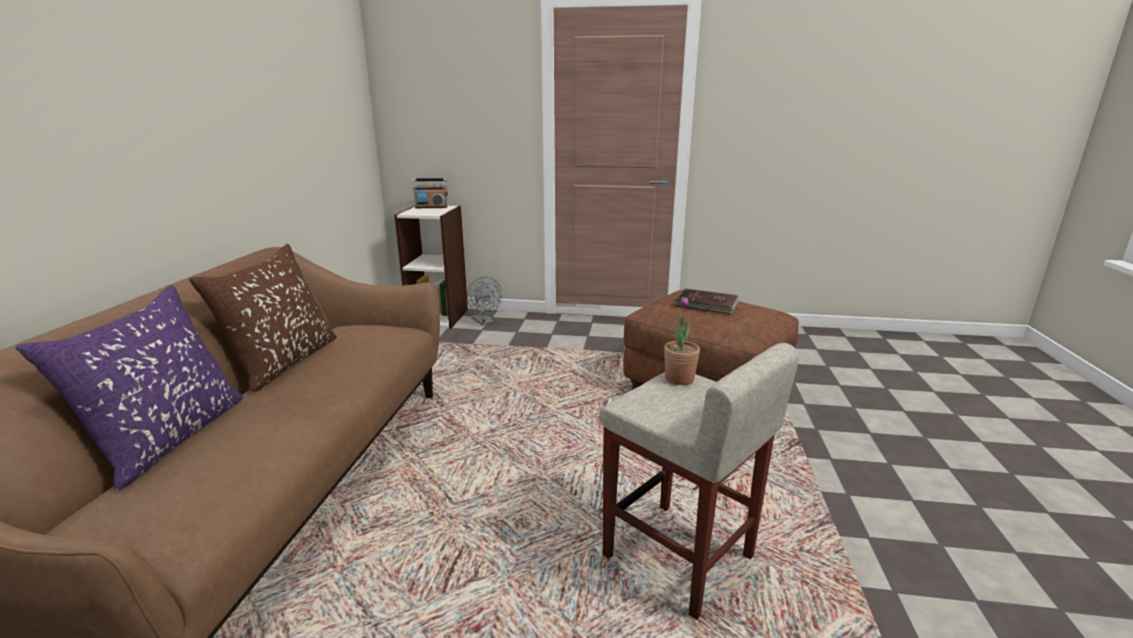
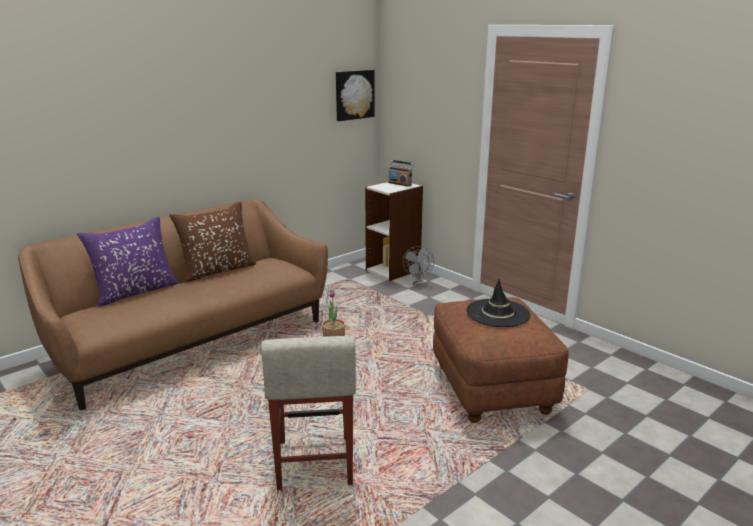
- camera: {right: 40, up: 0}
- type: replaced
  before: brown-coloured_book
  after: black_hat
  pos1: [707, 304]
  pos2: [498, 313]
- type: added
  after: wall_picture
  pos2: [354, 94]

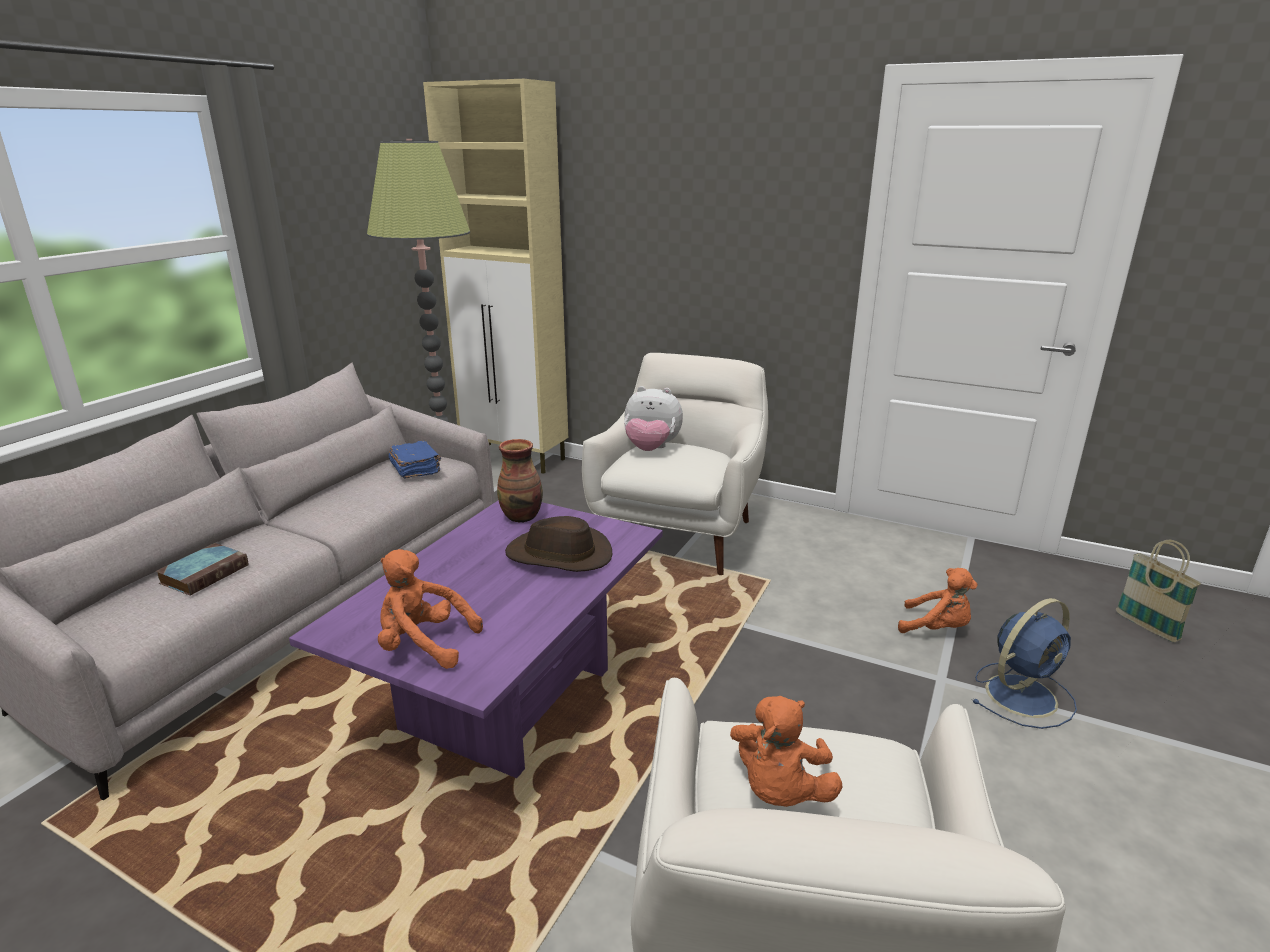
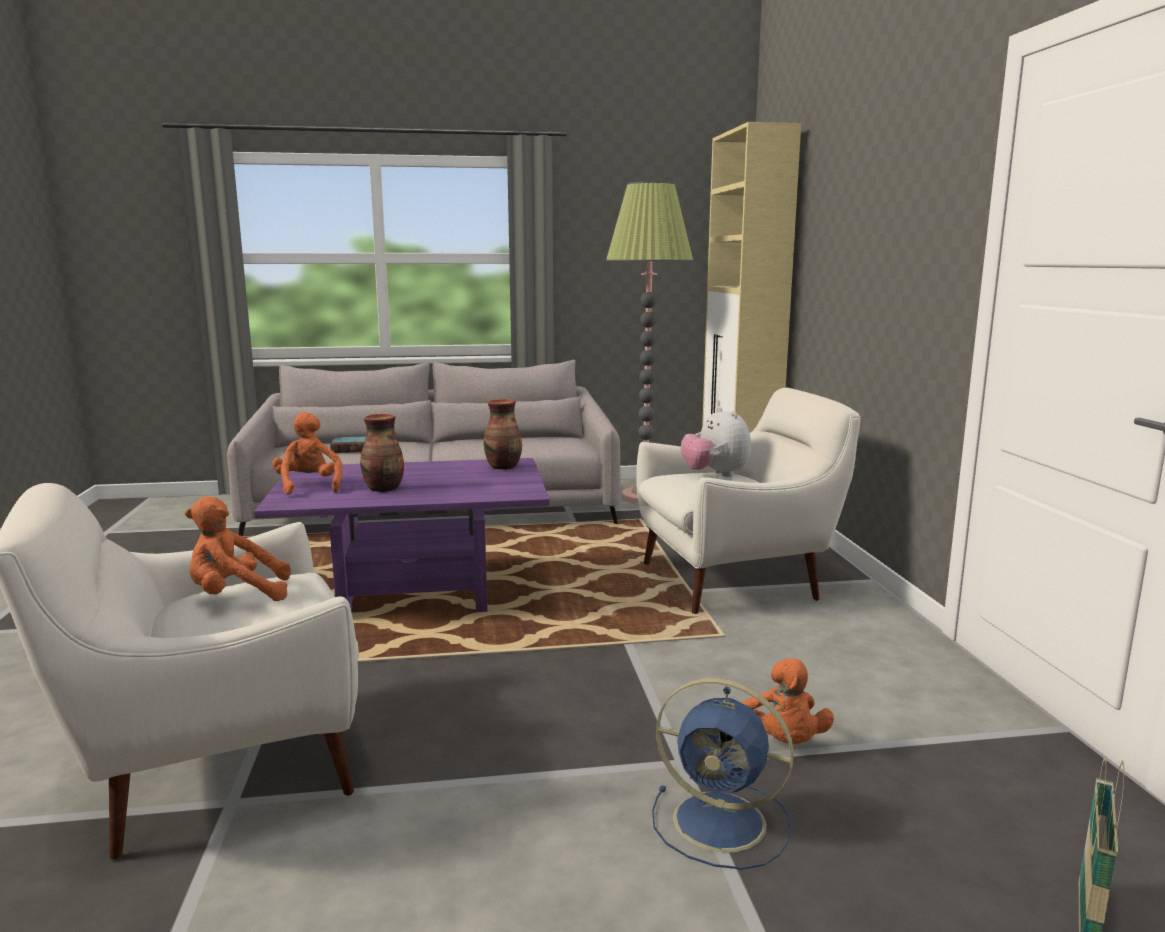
- camera: {right: 55, up: -10}
- type: removed
  before: blue-coloured_book
  pos1: [416, 469]
- type: removed
  before: brown-coloured_hat
  pos1: [559, 555]
- type: added
  after: decorative_vase
  pos2: [384, 489]

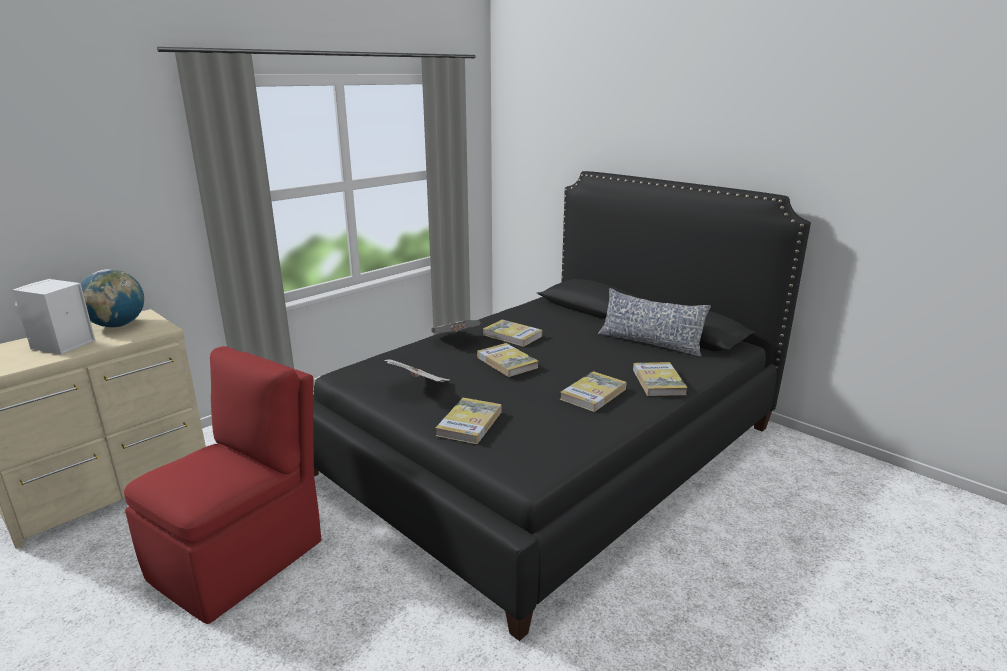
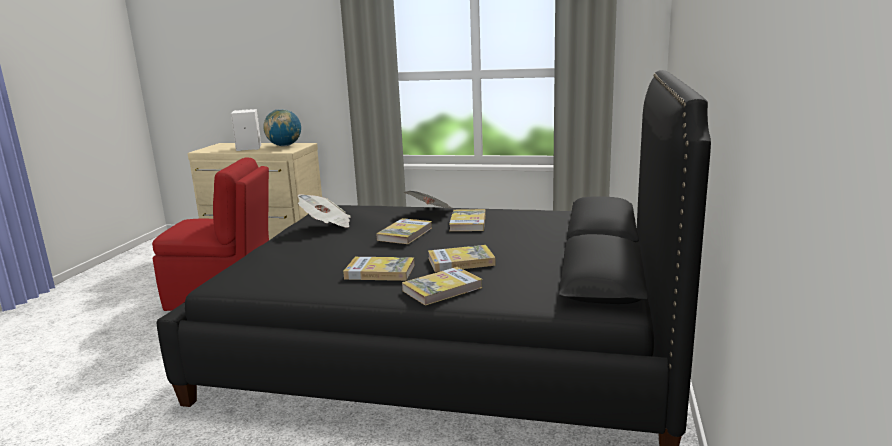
- camera: {right: 60, up: -5}
- type: removed
  before: cushion
  pos1: [650, 342]
- type: moved
  before: book
  pos1: [469, 423]
  pos2: [461, 261]

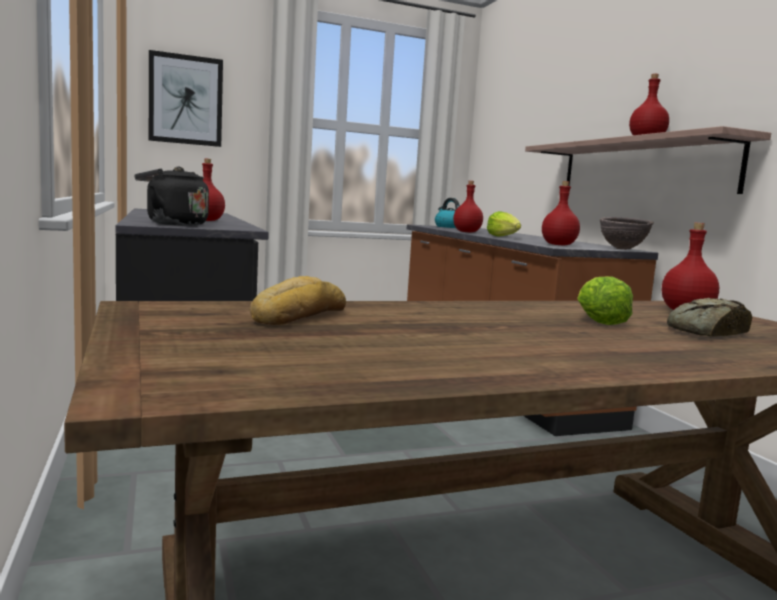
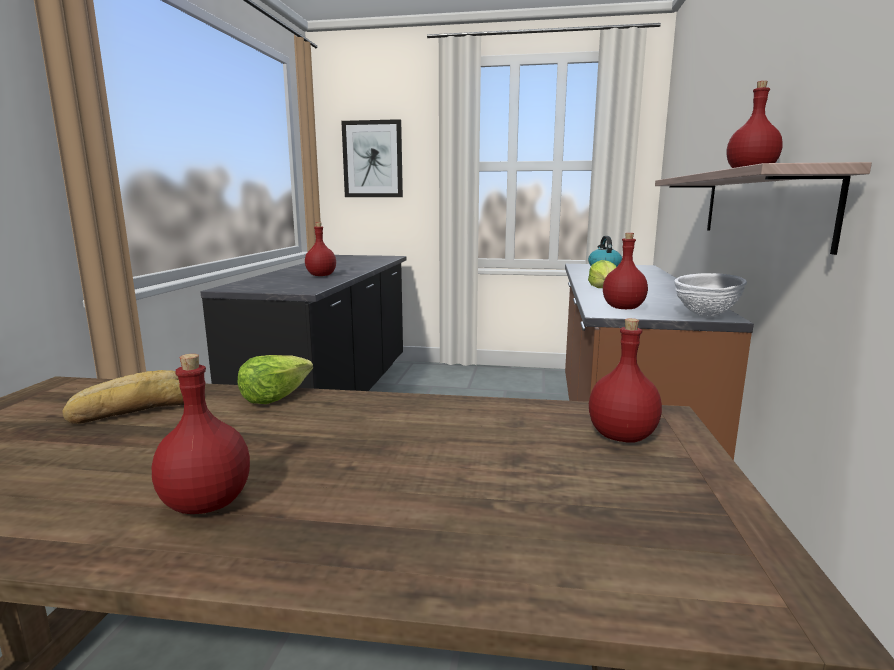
- camera: {right: 30, up: 5}
- type: removed
  before: black_tea_kettle
  pos1: [173, 224]
- type: moved
  before: red_beverage_bottle
  pos1: [466, 232]
  pos2: [208, 502]
- type: recoloured
  before: brown-coloured_deep_dish
  after: whitish_deep_dish
  pos1: [622, 249]
  pos2: [705, 316]
- type: moved
  before: lettuce
  pos1: [598, 320]
  pos2: [275, 397]
- type: removed
  before: bread
  pos1: [705, 332]

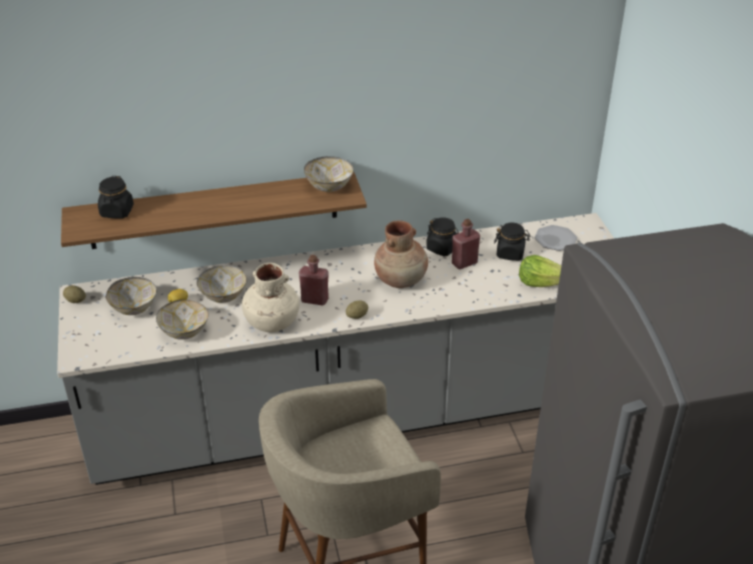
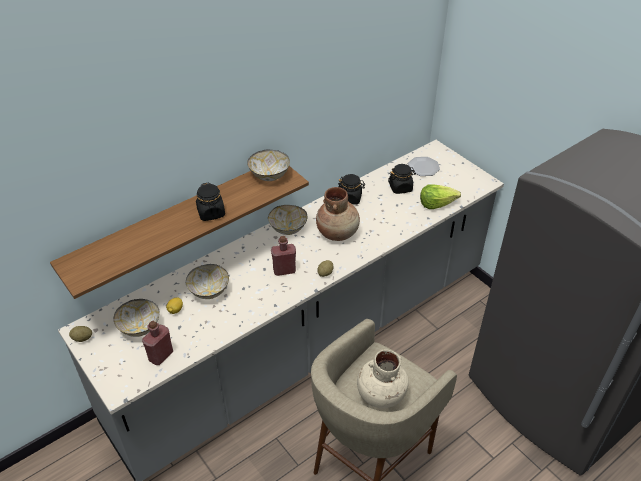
- camera: {right: -25, up: 5}
- type: moved
  before: black_preserve_jar
  pos1: [117, 212]
  pos2: [211, 213]
- type: moved
  before: red_beverage_bottle
  pos1: [464, 263]
  pos2: [161, 355]
- type: moved
  before: beige_decorative_vase
  pos1: [271, 322]
  pos2: [380, 394]
- type: moved
  before: deep_dish
  pos1: [185, 332]
  pos2: [288, 229]

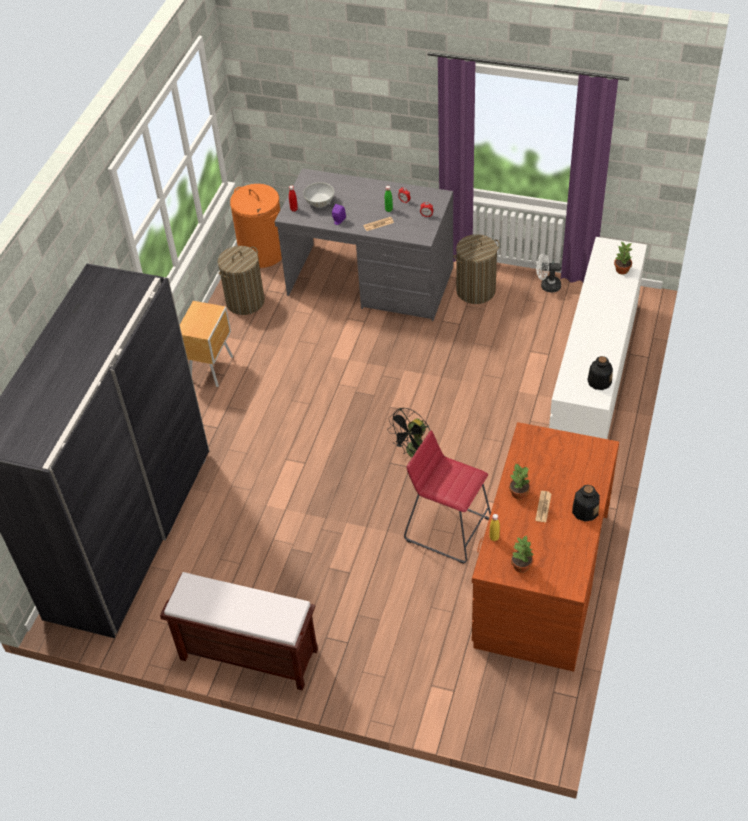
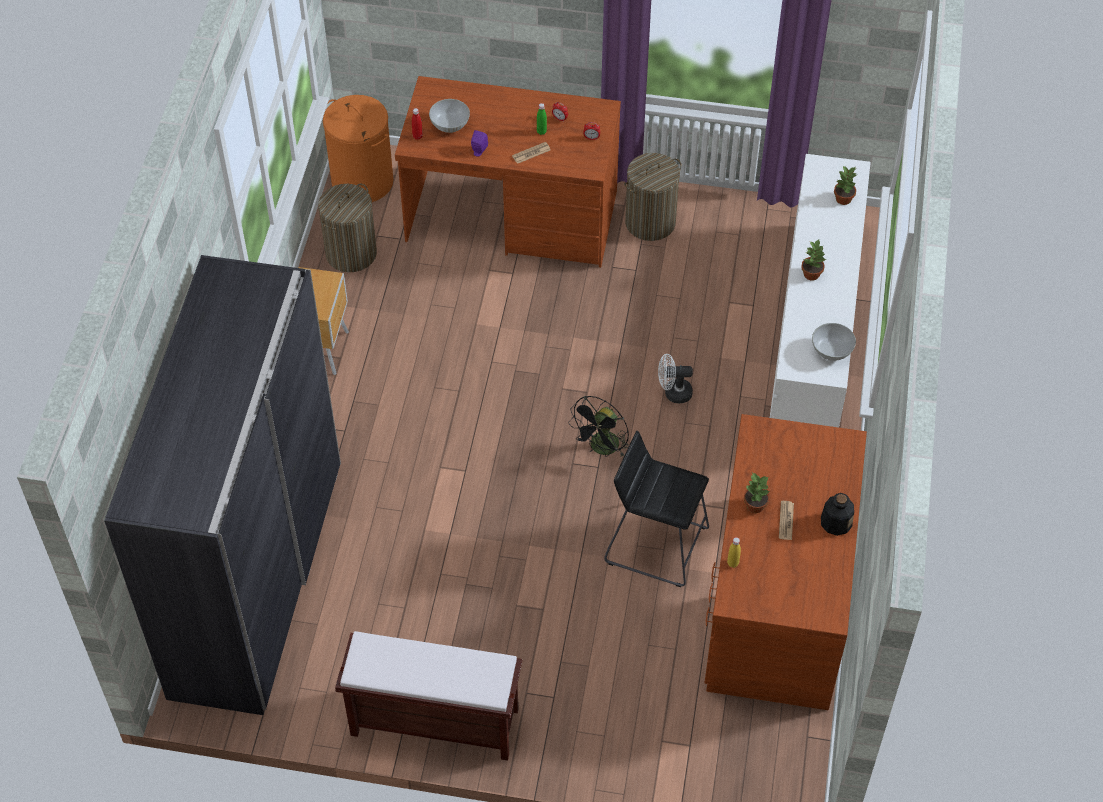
- camera: {right: -10, up: 5}
- type: recoloured
  before: greyish_desk_unit
  after: brown-coloured_desk_unit
  pos1: [370, 282]
  pos2: [512, 217]
- type: moved
  before: whitish_fan
  pos1: [547, 286]
  pos2: [673, 393]
- type: replaced
  before: beverage_bottle
  after: whitish_deep_dish
  pos1: [599, 381]
  pos2: [831, 351]
- type: recoloured
  before: red_stool_seat
  after: black_stool_seat
  pos1: [448, 529]
  pos2: [656, 544]
- type: moved
  before: plant_in_a_pot
  pos1: [521, 565]
  pos2: [811, 273]

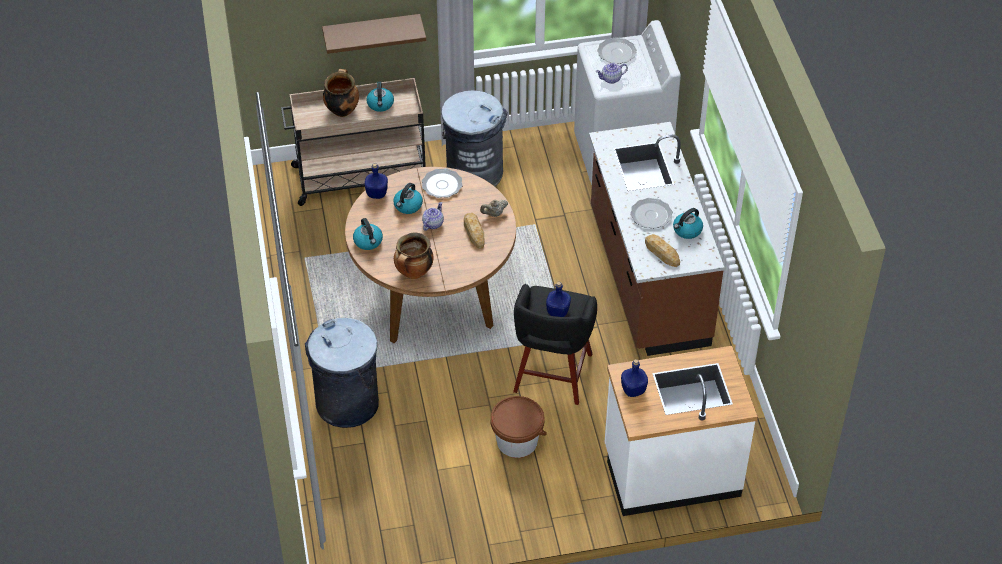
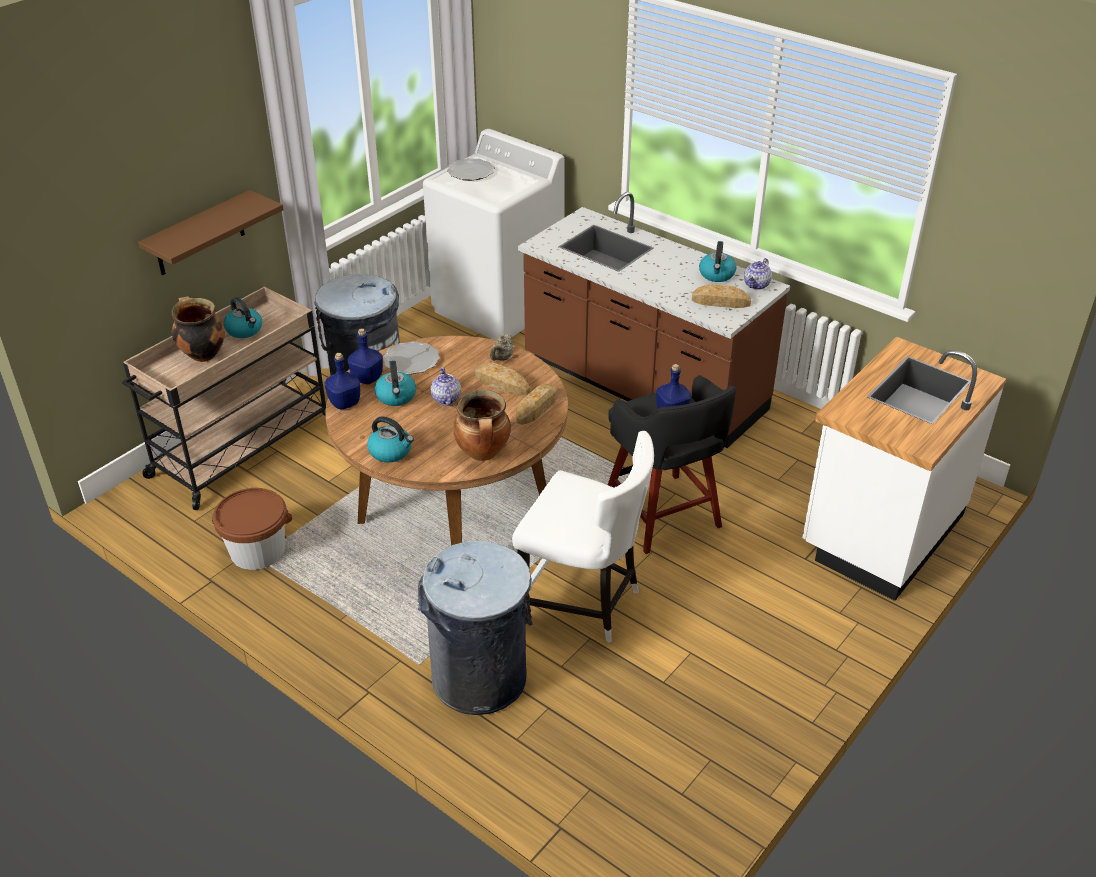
- camera: {right: -40, up: -10}
- type: moved
  before: teapot
  pos1: [611, 79]
  pos2: [757, 285]
- type: removed
  before: dinner_plate
  pos1: [651, 215]
- type: moved
  before: blue-coloured_beverage_bottle
  pos1: [633, 390]
  pos2: [367, 378]
- type: moved
  before: brown-coloured_water_bucket
  pos1: [517, 441]
  pos2: [257, 551]
- type: added
  after: bread
  pos2: [537, 407]
- type: added
  after: whitish_chair
  pos2: [583, 603]

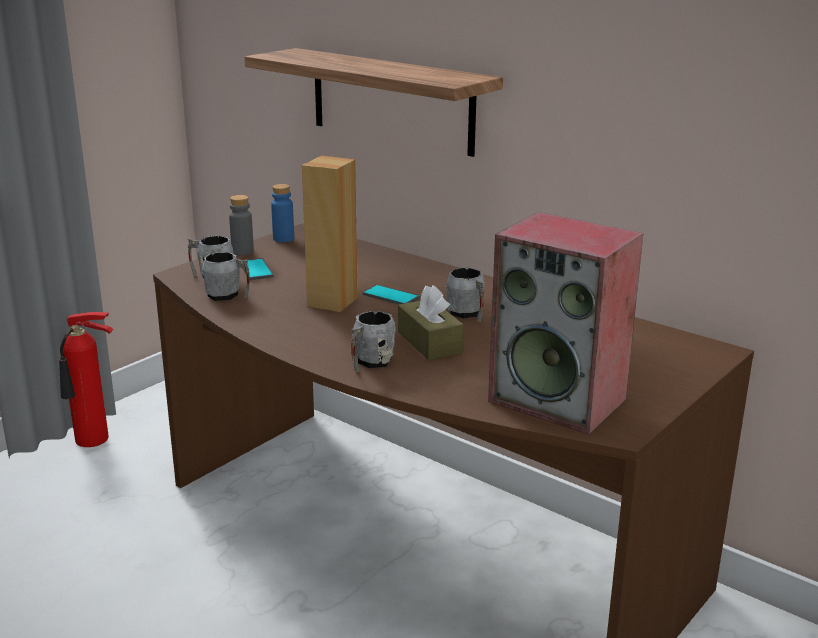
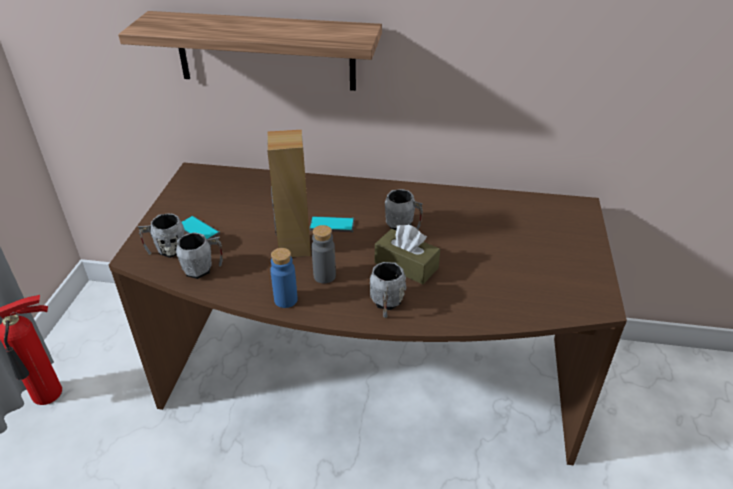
- camera: {right: -30, up: 15}
- type: moved
  before: blue-coloured_beverage_bottle
  pos1: [283, 239]
  pos2: [286, 300]
- type: moved
  before: greyish_beverage_bottle
  pos1: [242, 252]
  pos2: [324, 276]
- type: removed
  before: loudspeaker
  pos1: [559, 400]

